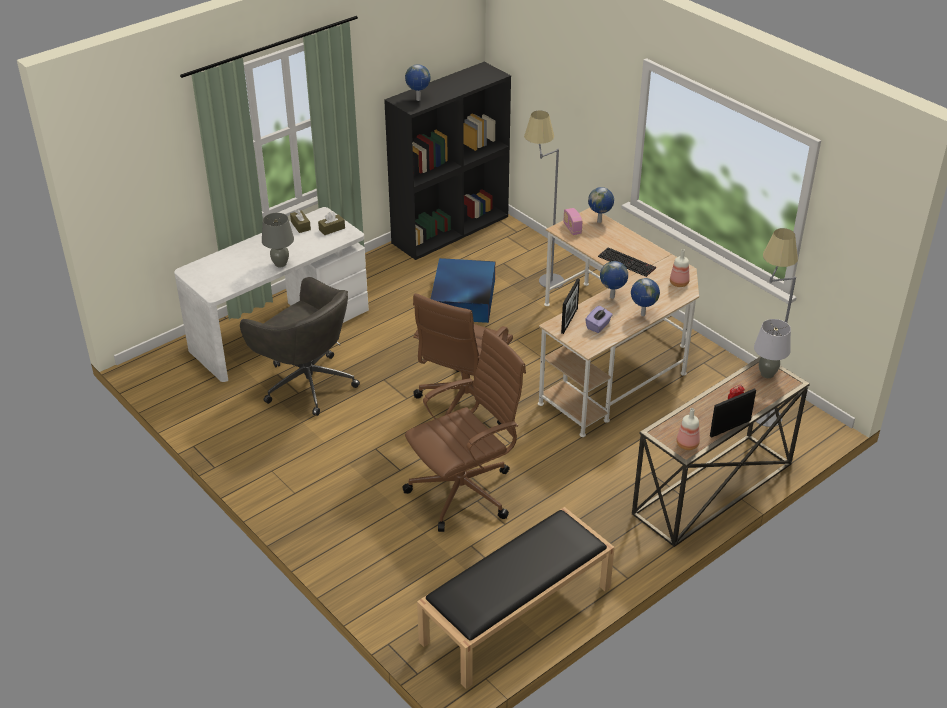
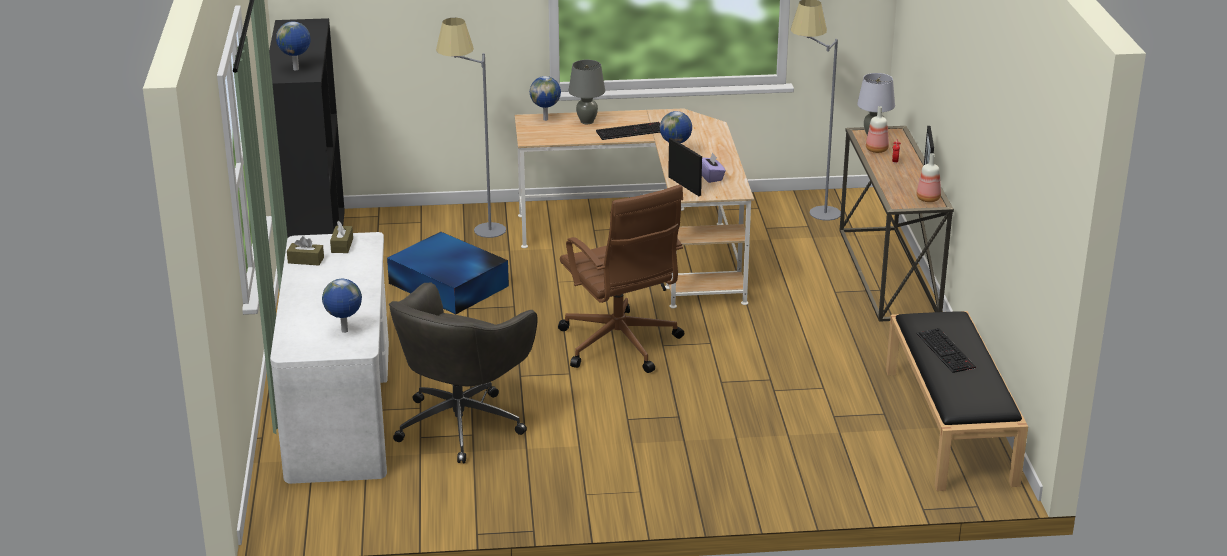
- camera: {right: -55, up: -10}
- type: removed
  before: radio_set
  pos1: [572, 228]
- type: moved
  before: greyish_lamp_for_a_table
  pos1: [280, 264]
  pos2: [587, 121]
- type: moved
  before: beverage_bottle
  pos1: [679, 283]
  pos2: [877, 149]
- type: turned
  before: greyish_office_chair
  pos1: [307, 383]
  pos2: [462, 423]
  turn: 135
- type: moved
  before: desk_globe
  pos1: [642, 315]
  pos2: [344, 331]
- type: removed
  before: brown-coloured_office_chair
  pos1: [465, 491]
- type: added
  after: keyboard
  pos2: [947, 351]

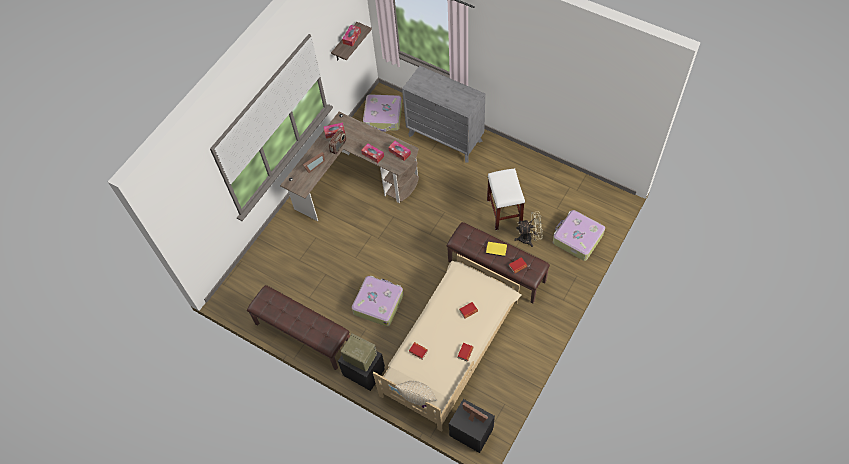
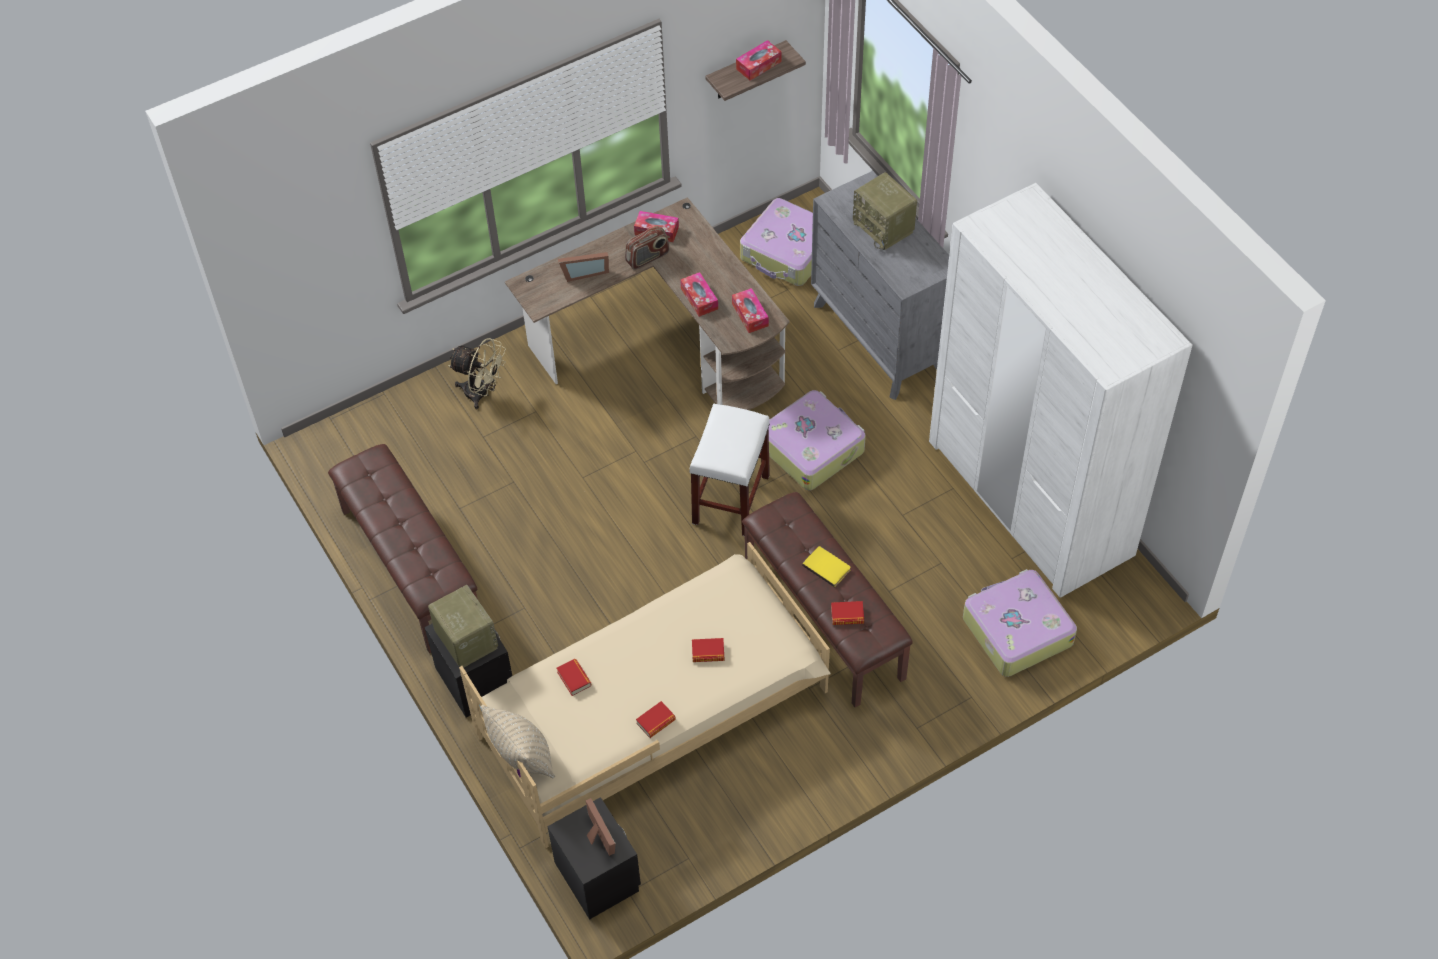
- camera: {right: 25, up: -5}
- type: moved
  before: whitish_stool_seat
  pos1: [504, 212]
  pos2: [731, 500]
- type: moved
  before: beige_fan
  pos1: [529, 238]
  pos2: [482, 393]
- type: moved
  before: suitcase
  pos1: [378, 303]
  pos2: [812, 447]
- type: added
  after: radio_set
  pos2: [884, 227]
- type: added
  after: whitish_wardrobe
  pos2: [1029, 497]

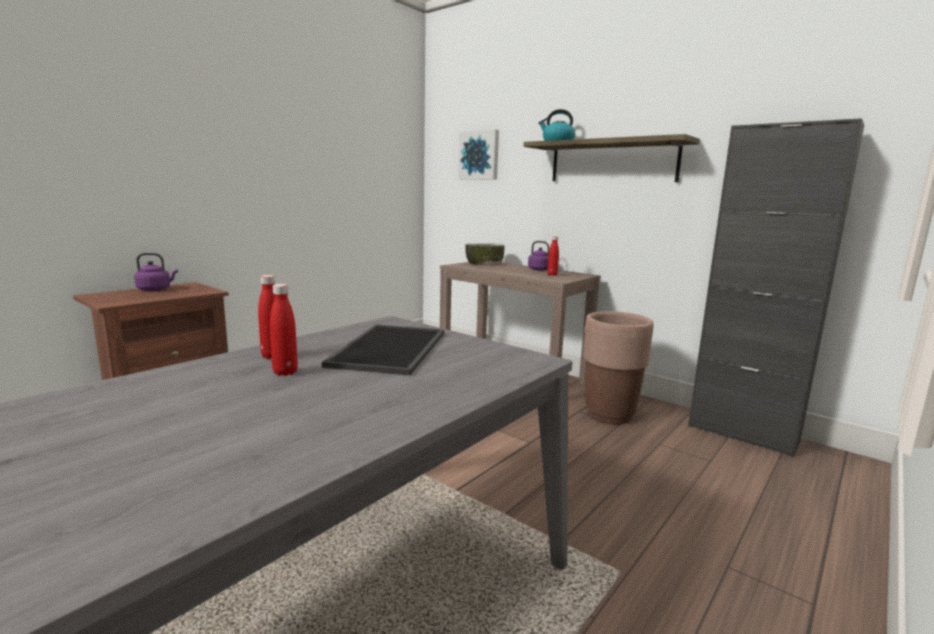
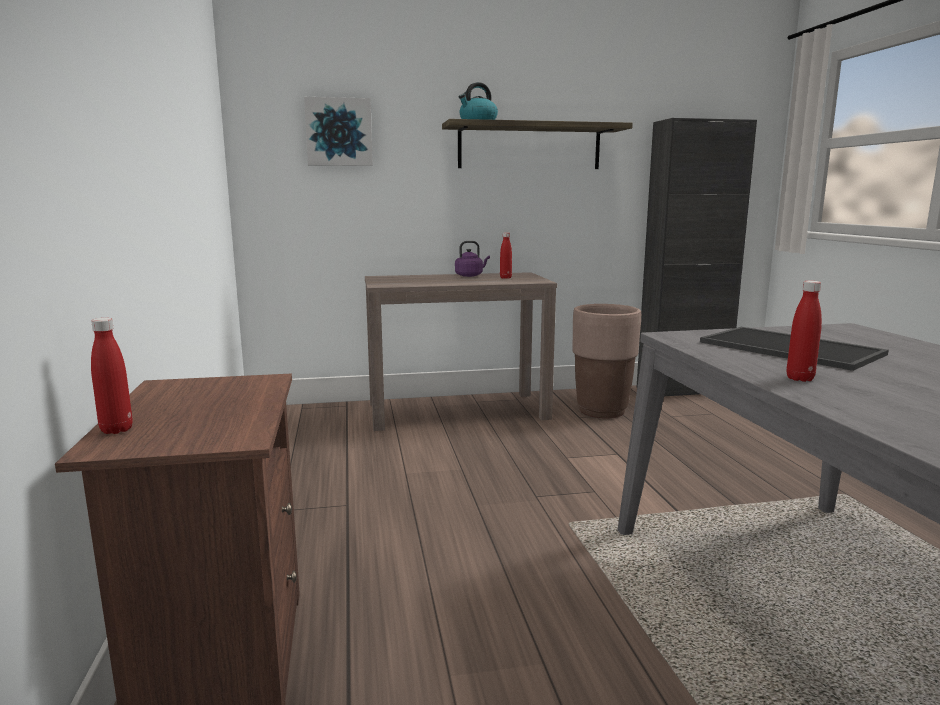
- camera: {right: -50, up: 0}
- type: removed
  before: deep_dish
  pos1: [484, 263]
- type: removed
  before: purple-coloured_tea_kettle
  pos1: [156, 289]
- type: moved
  before: red_beverage_bottle
  pos1: [285, 372]
  pos2: [116, 430]

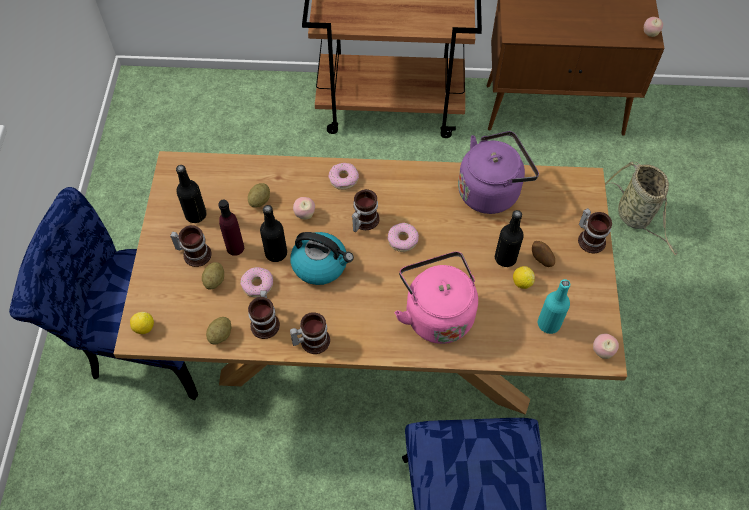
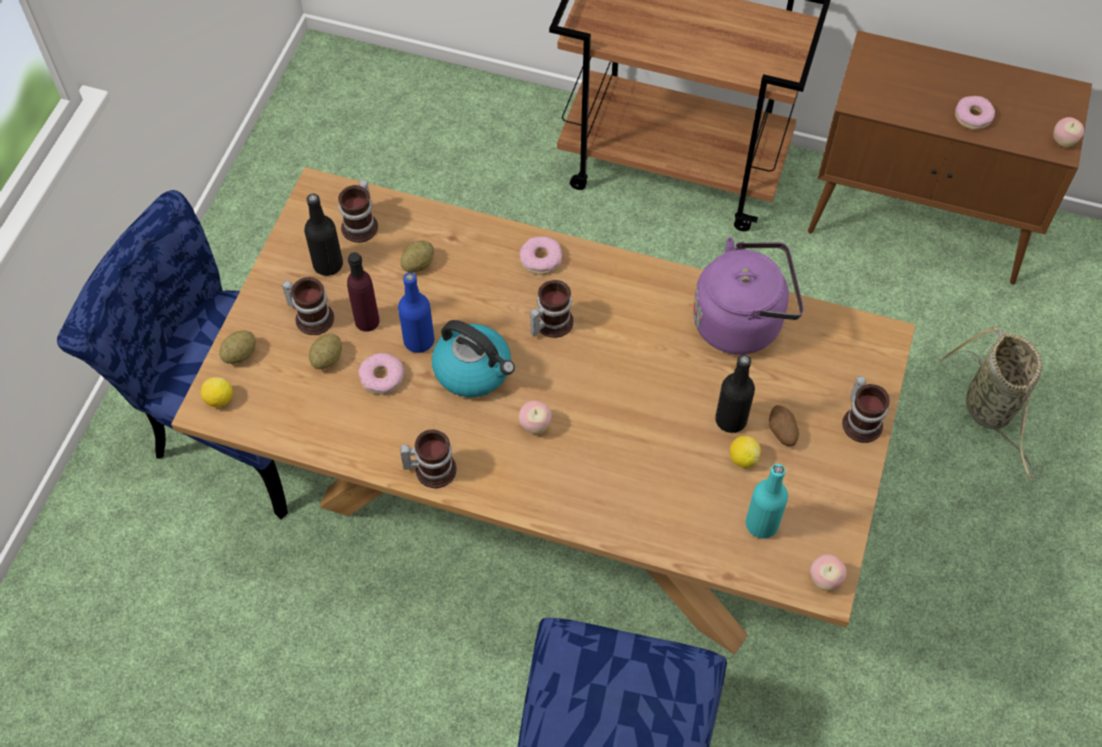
- camera: {right: 15, up: 0}
- type: moved
  before: apple
  pos1: [305, 214]
  pos2: [535, 426]
- type: recoloured
  before: black_beverage_bottle
  after: blue-coloured_beverage_bottle
  pos1: [276, 253]
  pos2: [419, 341]
- type: moved
  before: doughnut
  pos1: [402, 240]
  pos2: [972, 116]
- type: removed
  before: pink-coloured_tea_kettle
  pos1: [436, 313]
- type: moved
  before: tea_mug
  pos1: [266, 322]
  pos2: [362, 225]
- type: moved
  before: spud
  pos1: [220, 335]
  pos2: [240, 354]

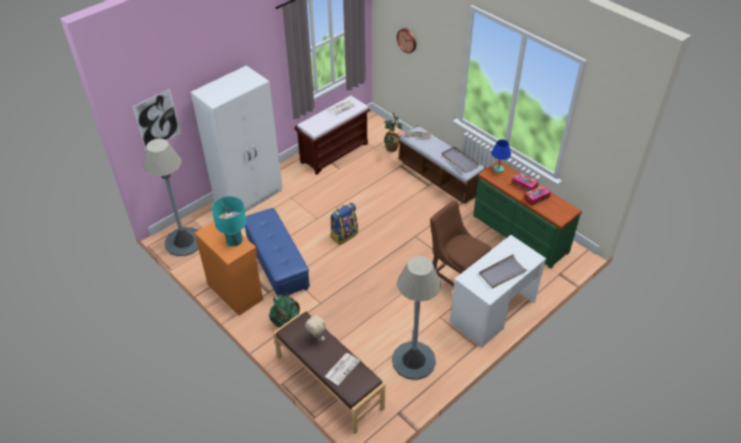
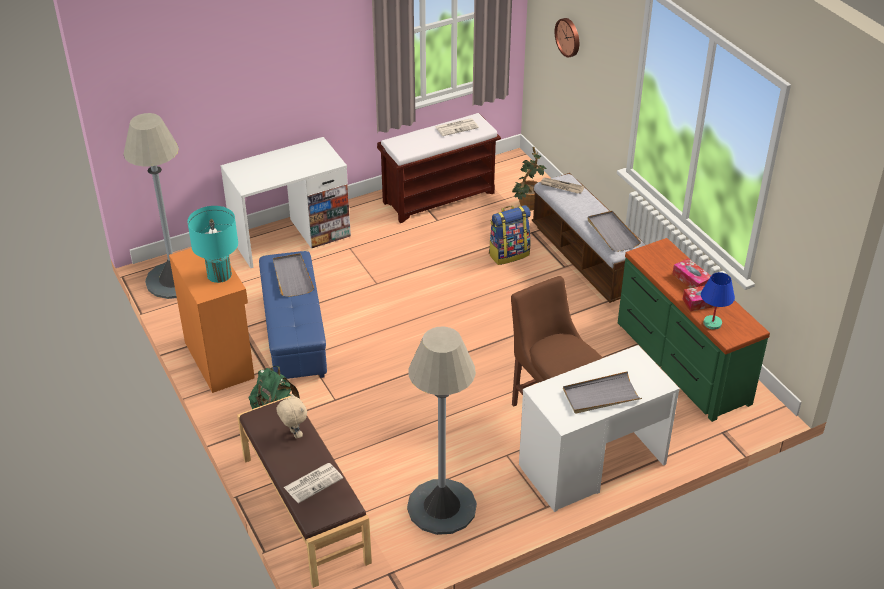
- camera: {right: 15, up: -5}
- type: replaced
  before: whitish_wardrobe
  after: whitish_desk_unit
  pos1: [250, 197]
  pos2: [290, 237]
- type: removed
  before: wall_picture
  pos1: [157, 120]
- type: moved
  before: blue-coloured_lamp_for_a_table
  pos1: [498, 169]
  pos2: [712, 323]
- type: moved
  before: rucksack
  pos1: [344, 235]
  pos2: [509, 254]
- type: added
  after: greyish_carrying_tray
  pos2: [292, 277]

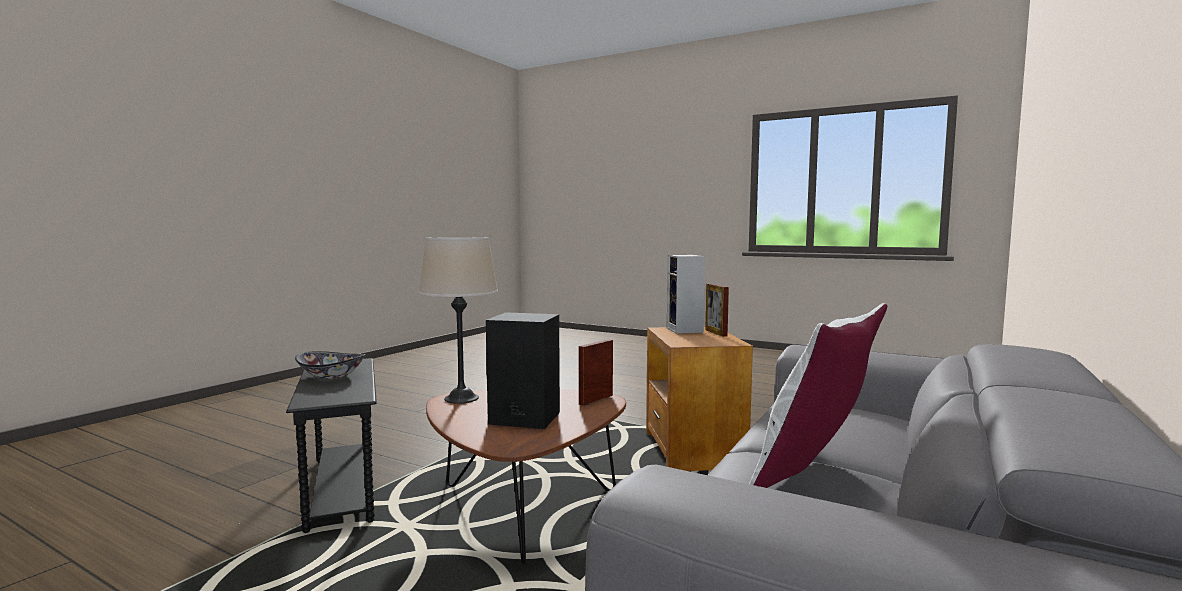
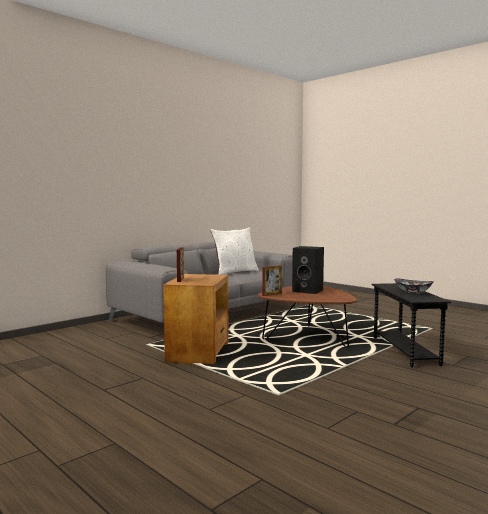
- camera: {right: -165, up: 0}
- type: removed
  before: beige_lamp_for_a_table
  pos1: [461, 398]
- type: removed
  before: loudspeaker
  pos1: [686, 330]

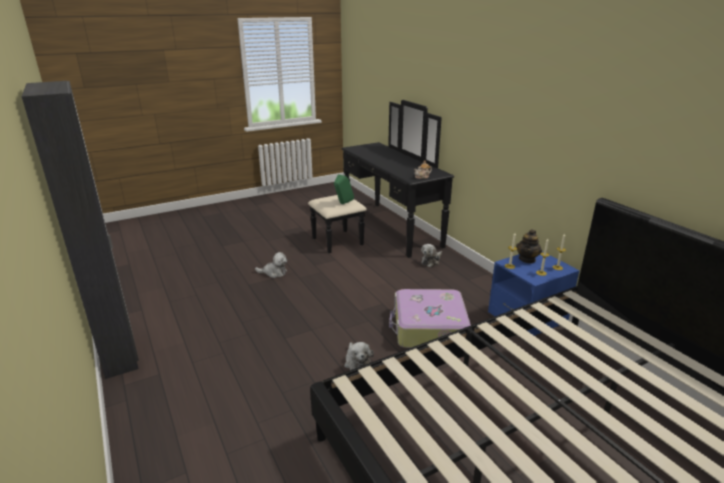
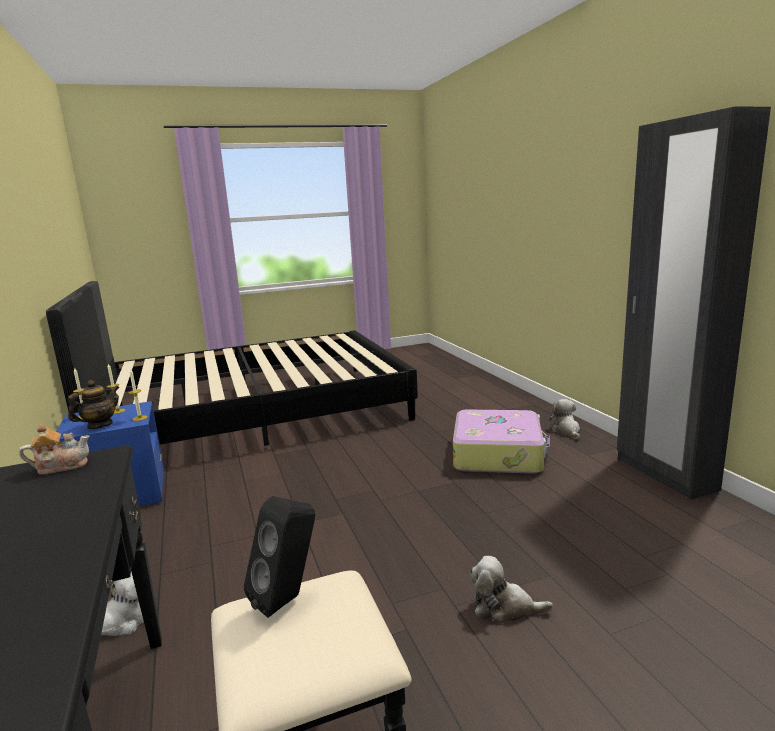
- camera: {right: -170, up: -10}
- type: recoloured
  before: greenish_loudspeaker
  after: black_loudspeaker
  pos1: [343, 204]
  pos2: [288, 599]
- type: moved
  before: suitcase
  pos1: [428, 328]
  pos2: [498, 454]
- type: moved
  before: plush_toy
  pos1: [357, 362]
  pos2: [566, 431]

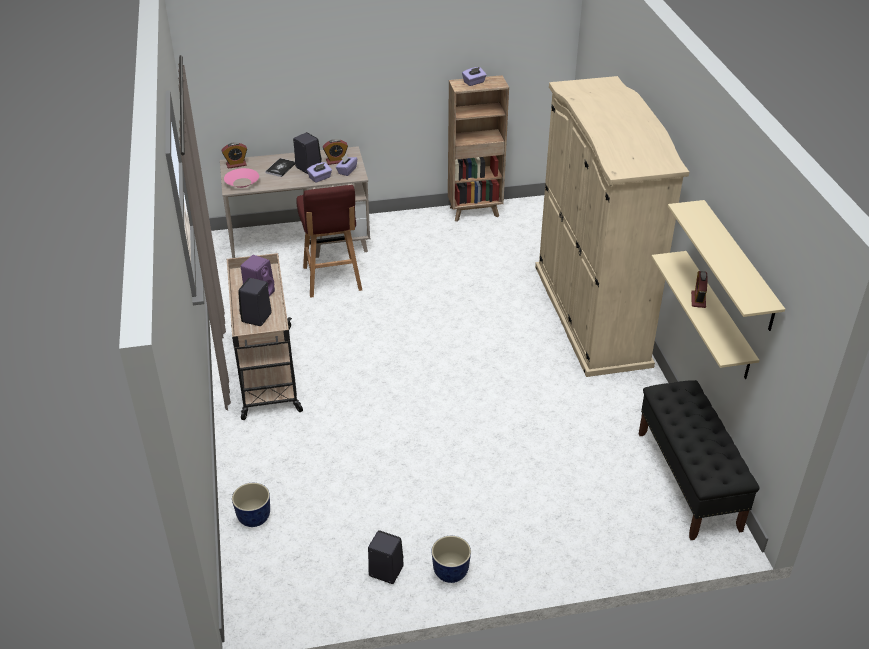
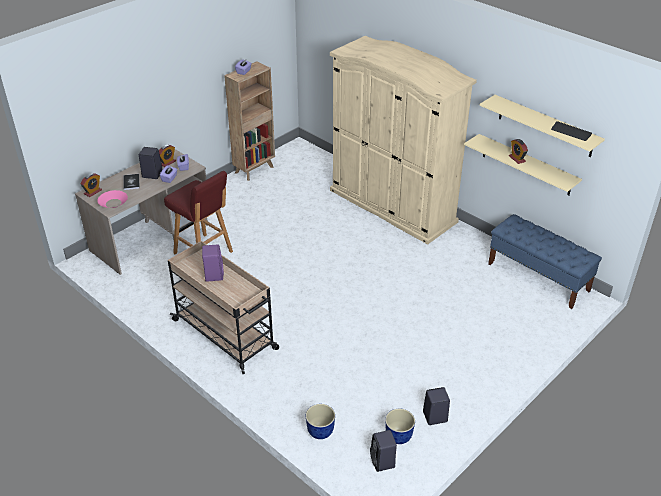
- camera: {right: -35, up: 0}
- type: moved
  before: black_loudspeaker
  pos1: [256, 318]
  pos2: [383, 462]
- type: recoloured
  before: black_bench
  after: blue-coloured_bench
  pos1: [688, 480]
  pos2: [538, 277]
- type: moved
  before: plant_pot
  pos1: [450, 573]
  pos2: [398, 437]
- type: added
  after: keyboard
  pos2: [571, 132]

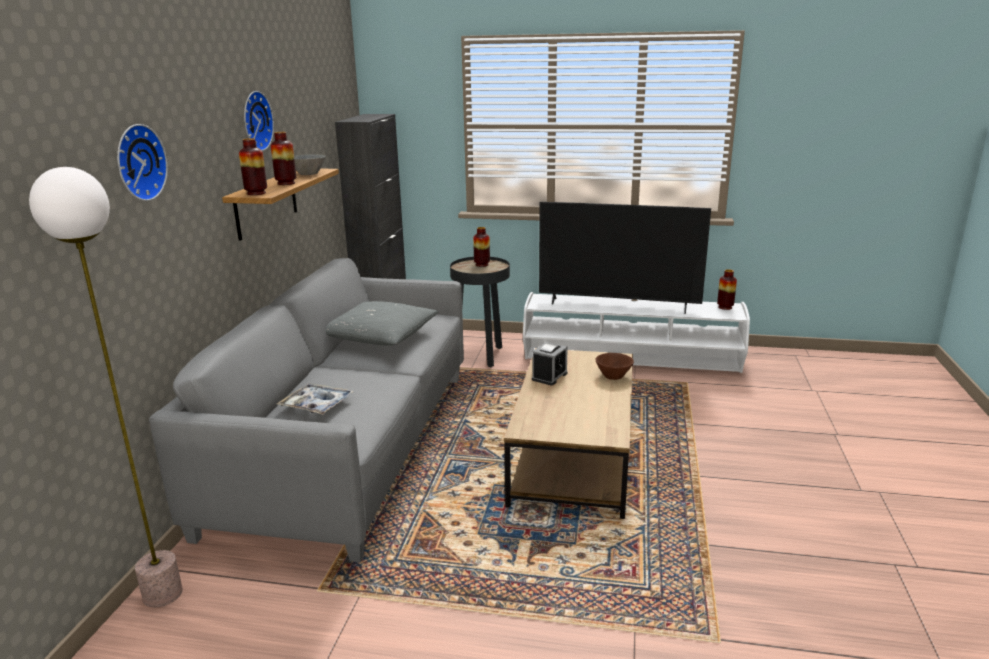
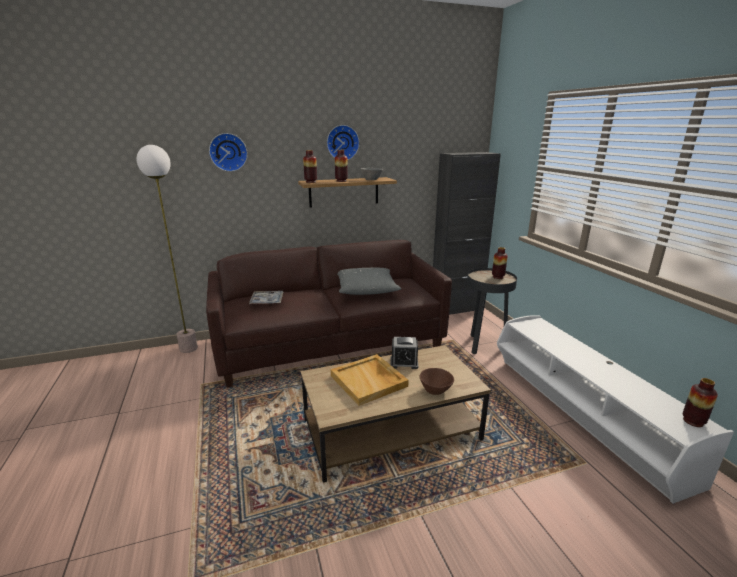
- camera: {right: 60, up: 0}
- type: removed
  before: TV_set
  pos1: [618, 305]
- type: recoloured
  before: greyish_couch
  after: brown-coloured_couch
  pos1: [350, 446]
  pos2: [330, 344]
- type: added
  after: beige_carrying_tray
  pos2: [369, 381]

